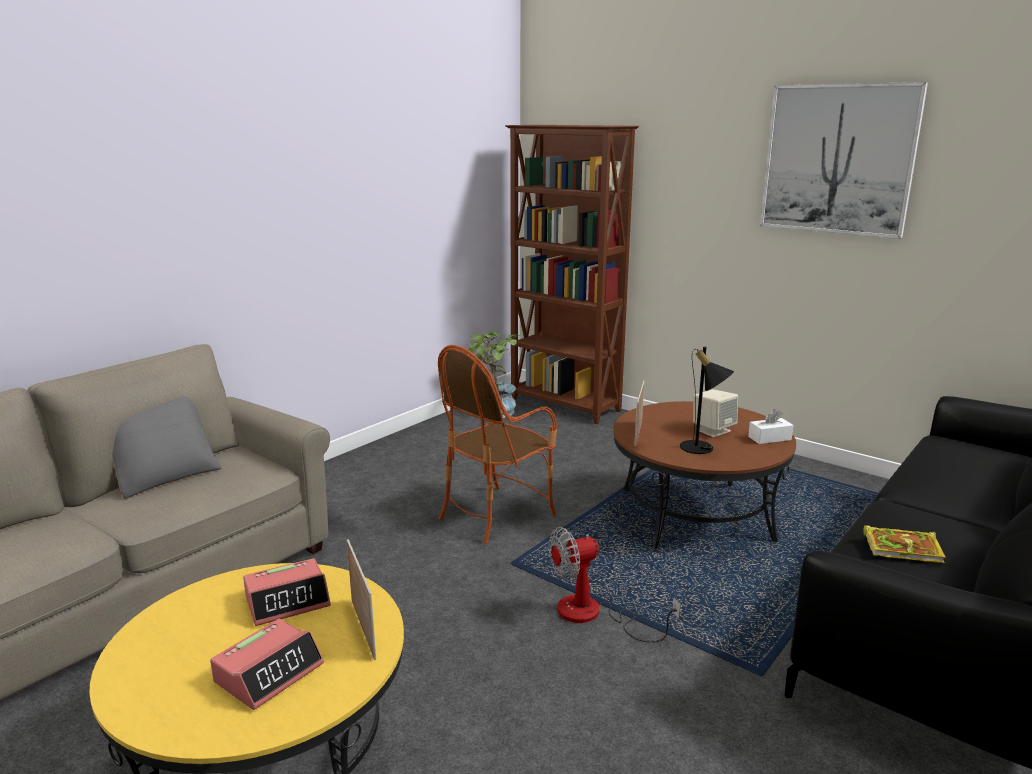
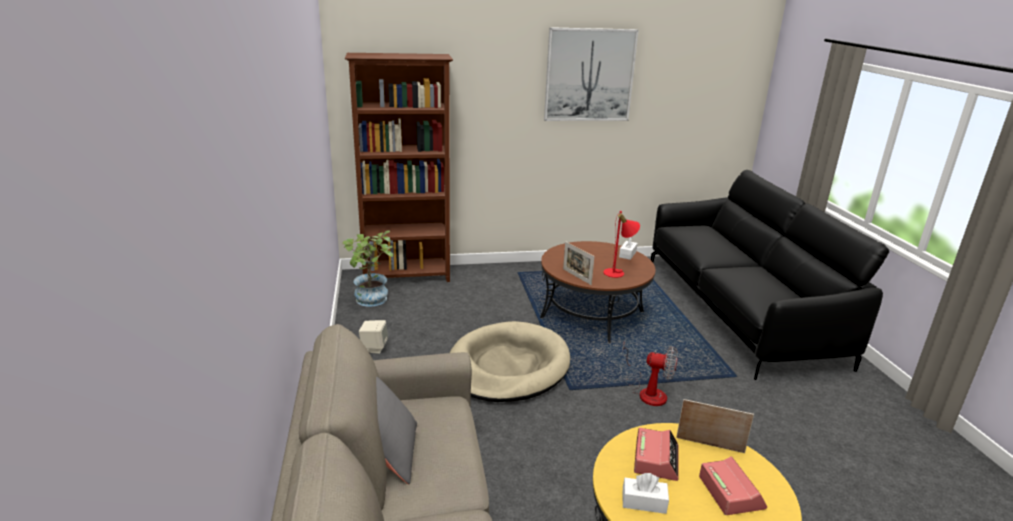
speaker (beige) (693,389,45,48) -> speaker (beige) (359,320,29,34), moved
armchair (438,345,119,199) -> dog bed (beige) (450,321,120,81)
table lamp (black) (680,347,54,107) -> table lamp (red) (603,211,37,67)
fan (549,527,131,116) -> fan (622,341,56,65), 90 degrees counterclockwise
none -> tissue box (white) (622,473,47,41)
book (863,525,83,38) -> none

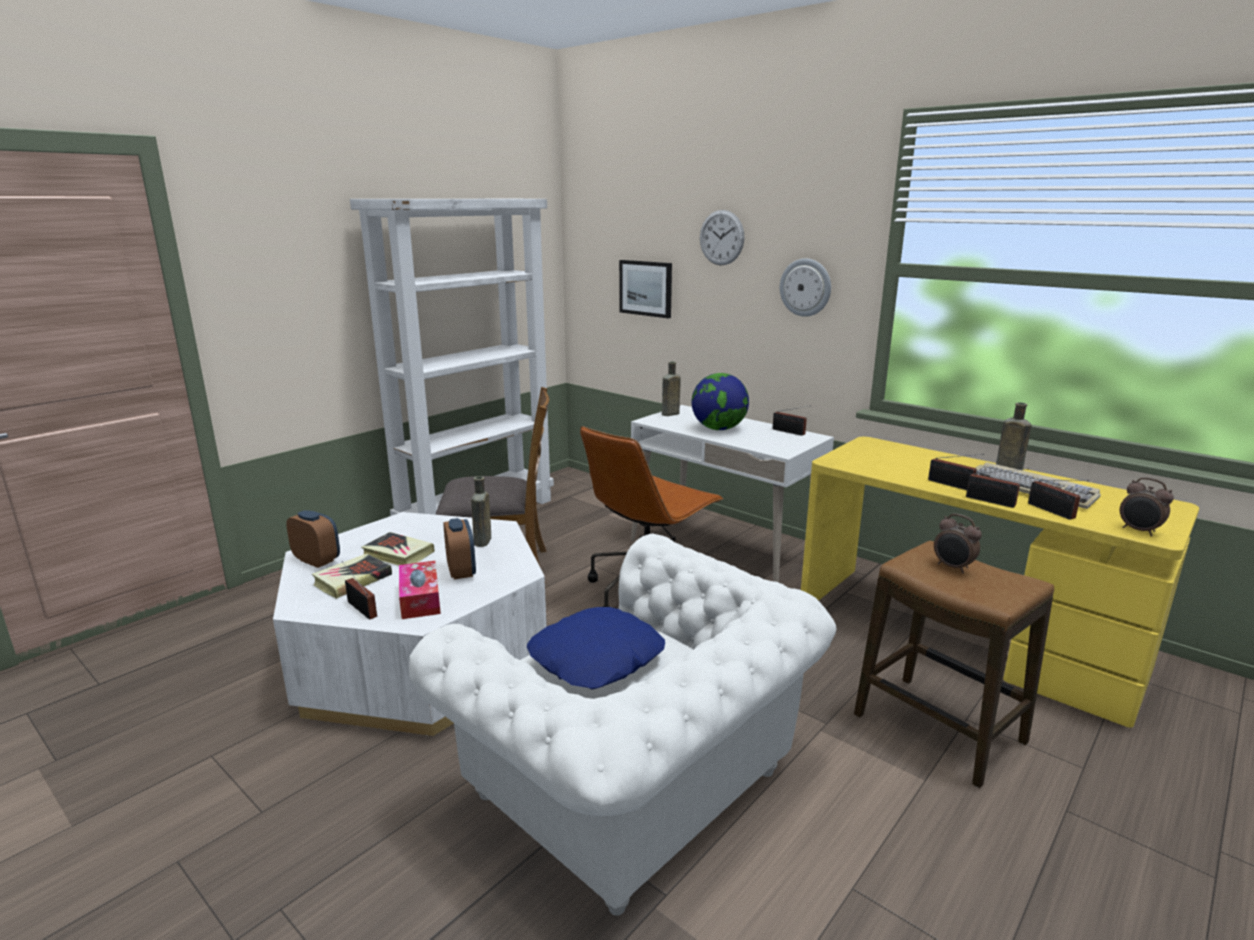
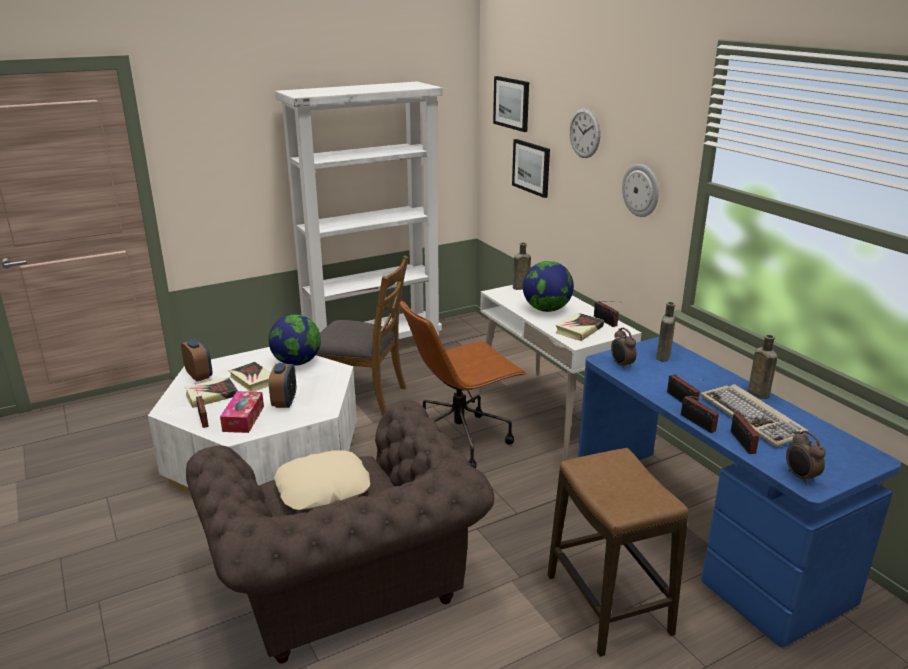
armchair (white) (409,534,427,382) -> armchair (brown) (186,400,308,264)
none -> globe (269,314,52,52)
pillow (blue) (527,607,138,83) -> pillow (beige) (274,450,96,60)
none -> picture (493,76,36,56)
none -> book (555,313,49,28)
desk (yellow) (801,437,398,291) -> desk (blue) (578,337,323,310)
alarm clock (934,514,48,59) -> alarm clock (611,328,26,41), moved
bottle (brown) (471,476,20,71) -> bottle (brown) (656,302,20,60), moved

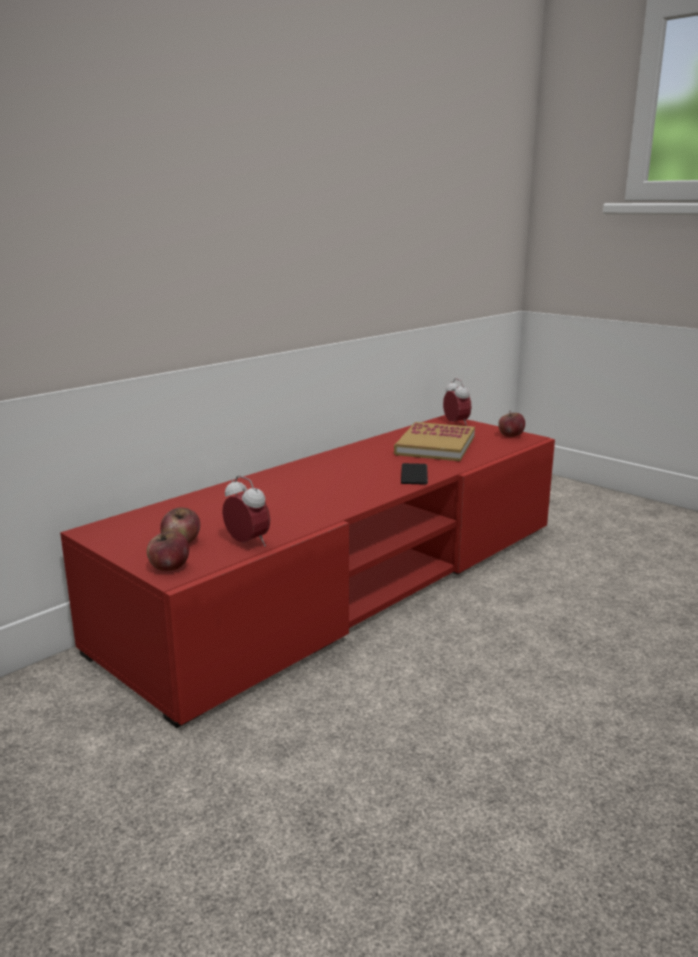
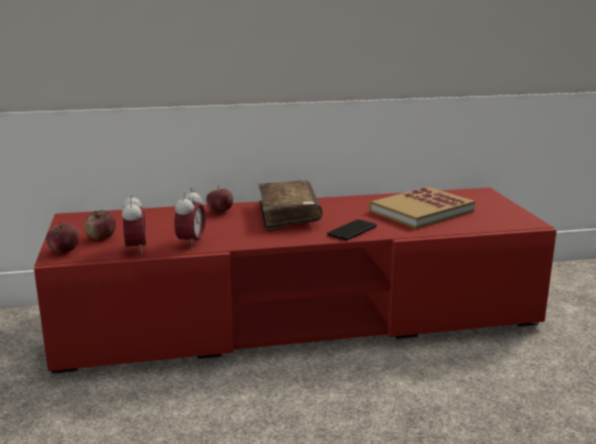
alarm clock (443,378,28,48) -> alarm clock (174,188,32,61), moved
apple (498,413,27,24) -> apple (206,186,27,27), moved
none -> book (brown) (258,180,64,50)

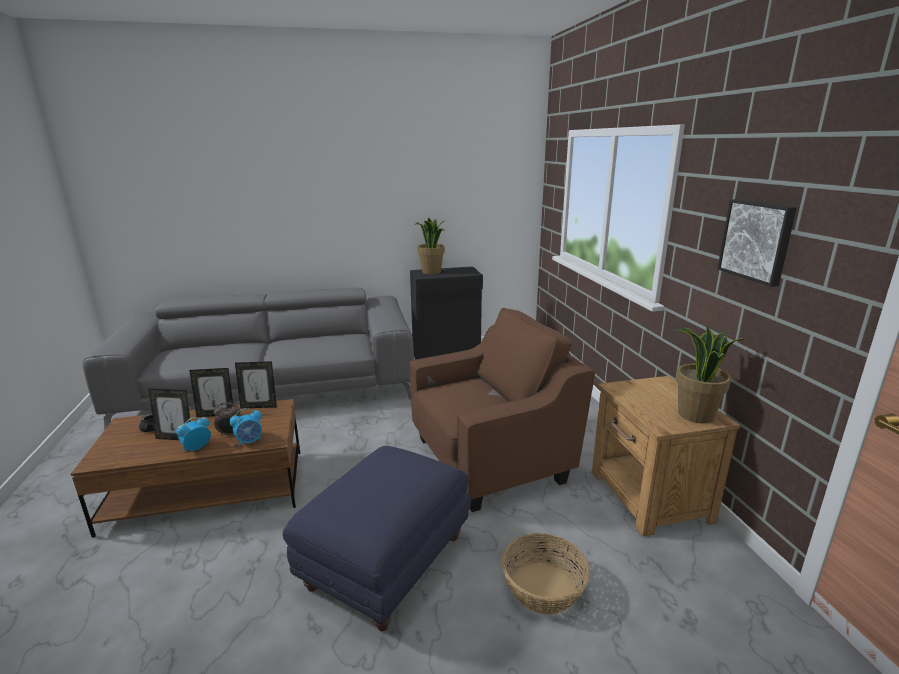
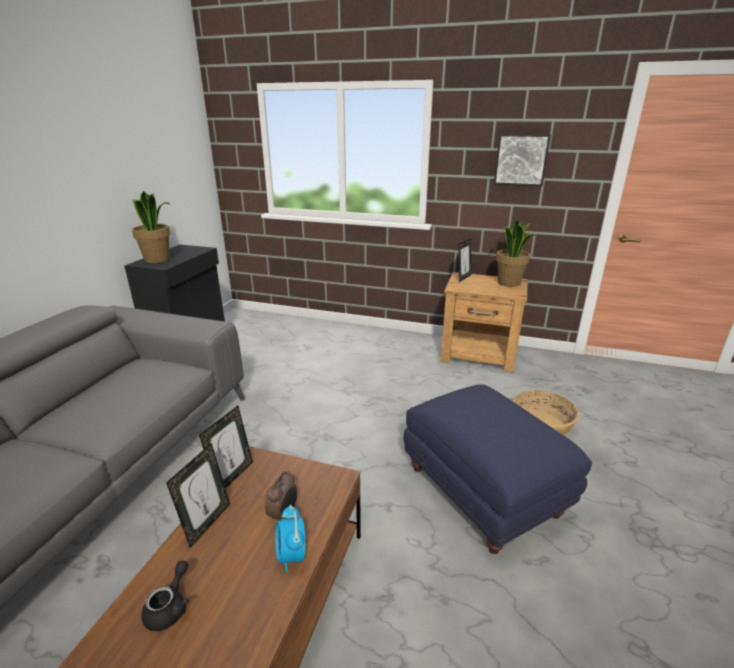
picture frame (148,388,42,52) -> picture frame (458,239,13,43), moved
alarm clock (230,408,32,40) -> none
armchair (brown) (409,308,186,204) -> none

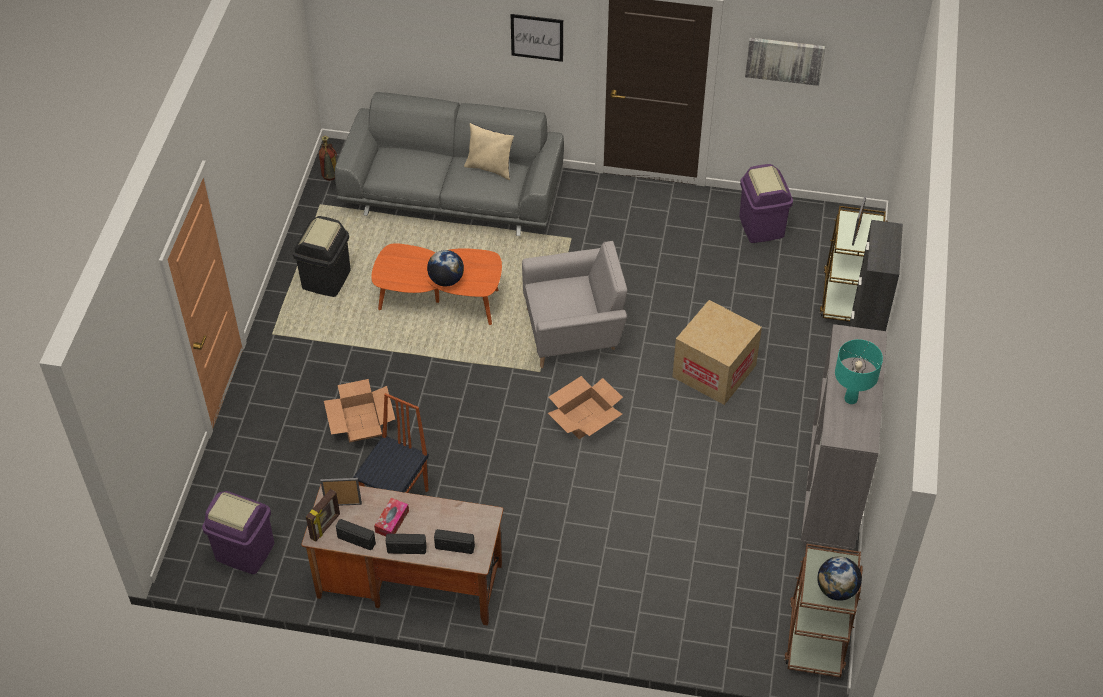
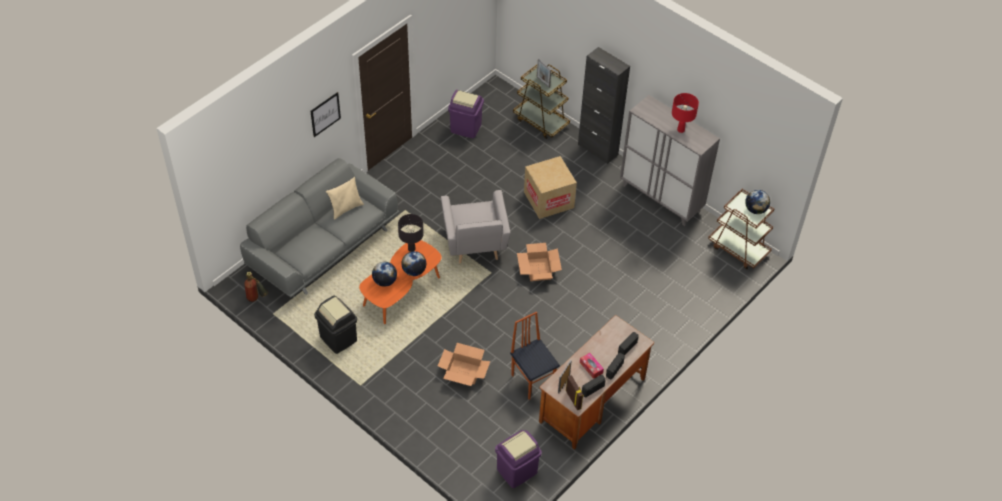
none -> globe (372,262,25,25)
none -> table lamp (black) (398,214,26,38)
armchair (grey) (522,241,105,127) -> armchair (grey) (441,190,70,73), 150 degrees clockwise
table lamp (turquoise) (835,339,48,65) -> table lamp (red) (672,93,27,40)
picture (745,38,80,48) -> none

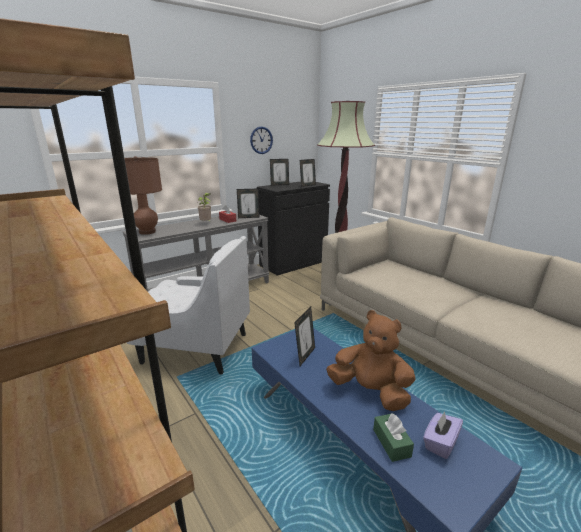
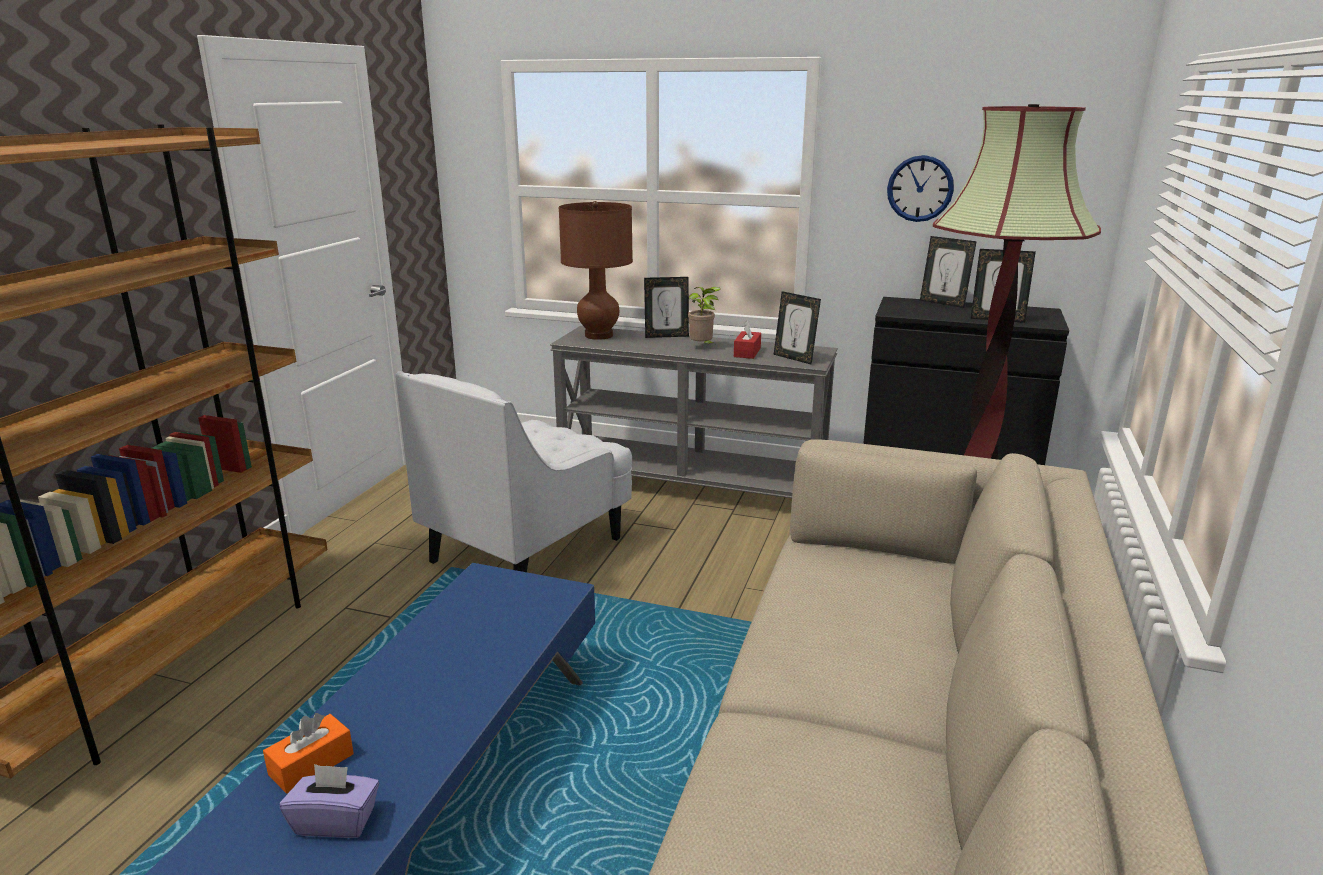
tissue box (green) (373,413,41,49) -> tissue box (orange) (263,713,91,81)
armchair (white) (126,236,124,139) -> armchair (white) (395,371,237,201), 60 degrees clockwise
picture frame (294,306,21,60) -> picture frame (644,277,45,61), moved
plush toy (brown) (326,310,90,101) -> none

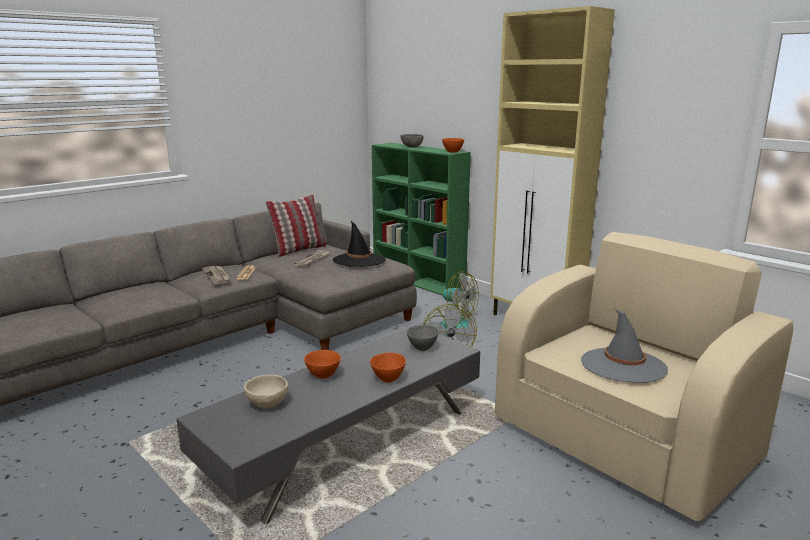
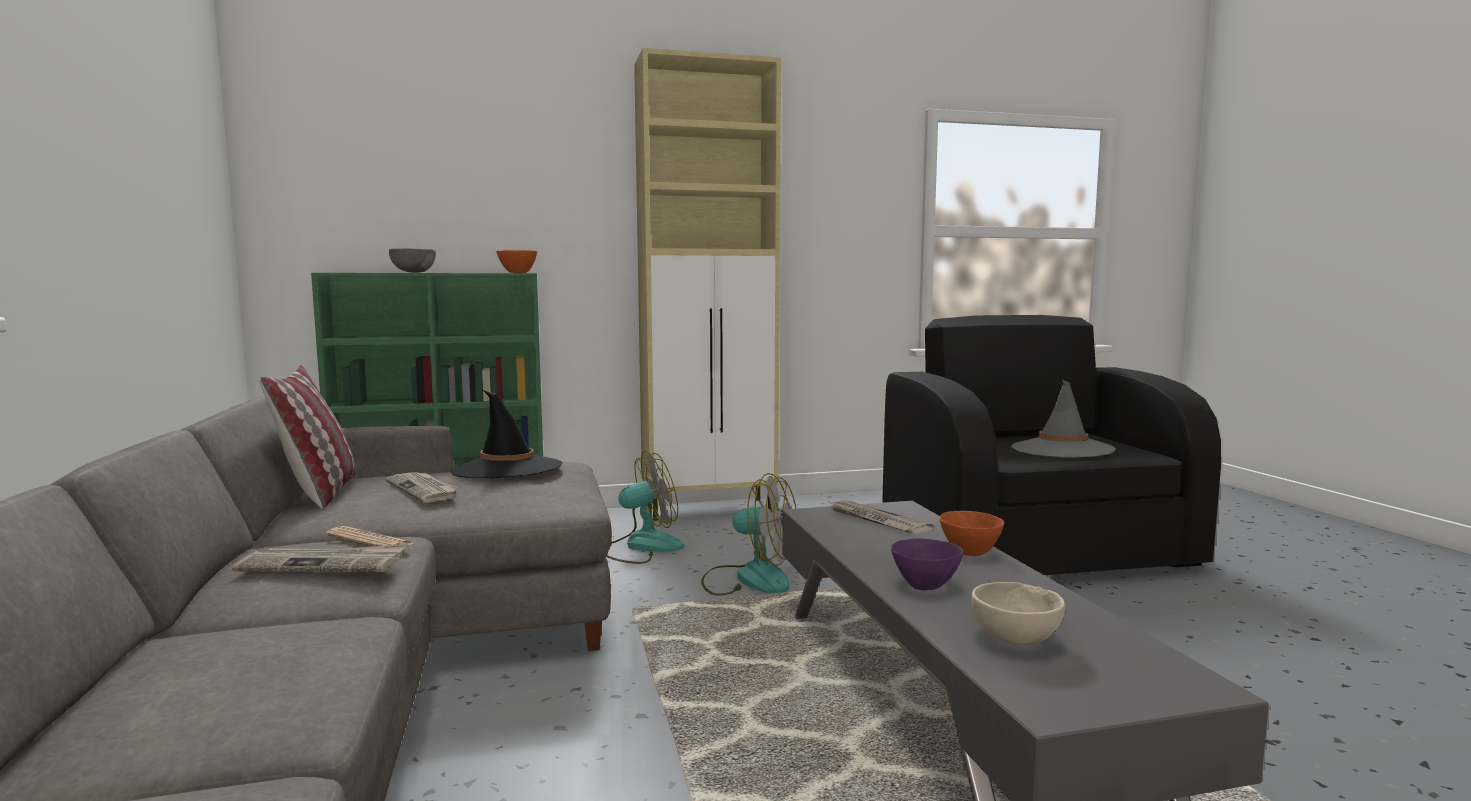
bowl (grey) (406,325,33,26) -> newspaper (830,500,103,34)
armchair (beige) (495,232,298,289) -> armchair (black) (882,315,339,260)
bowl (orange) (304,350,37,29) -> bowl (purple) (891,538,72,52)

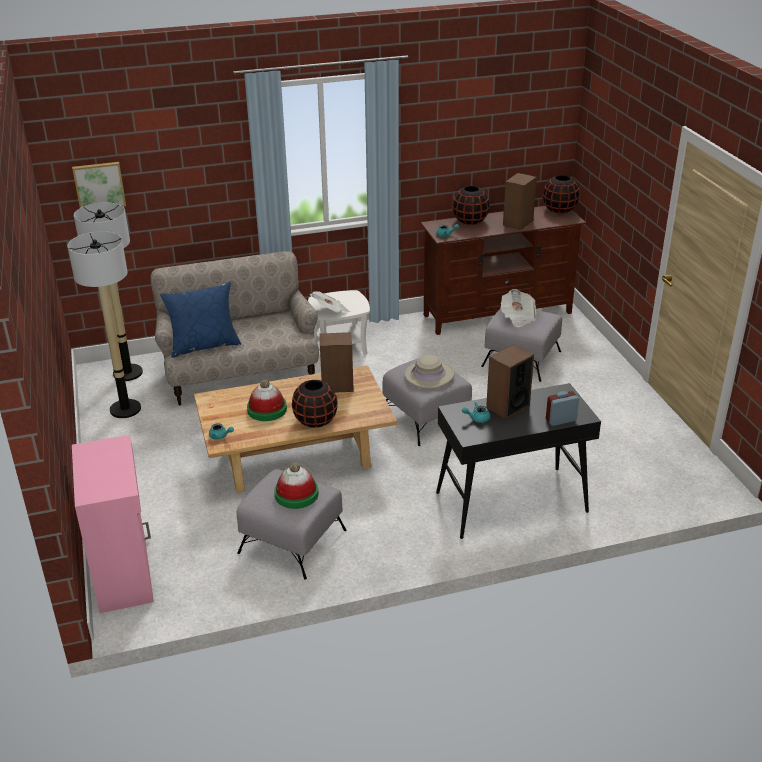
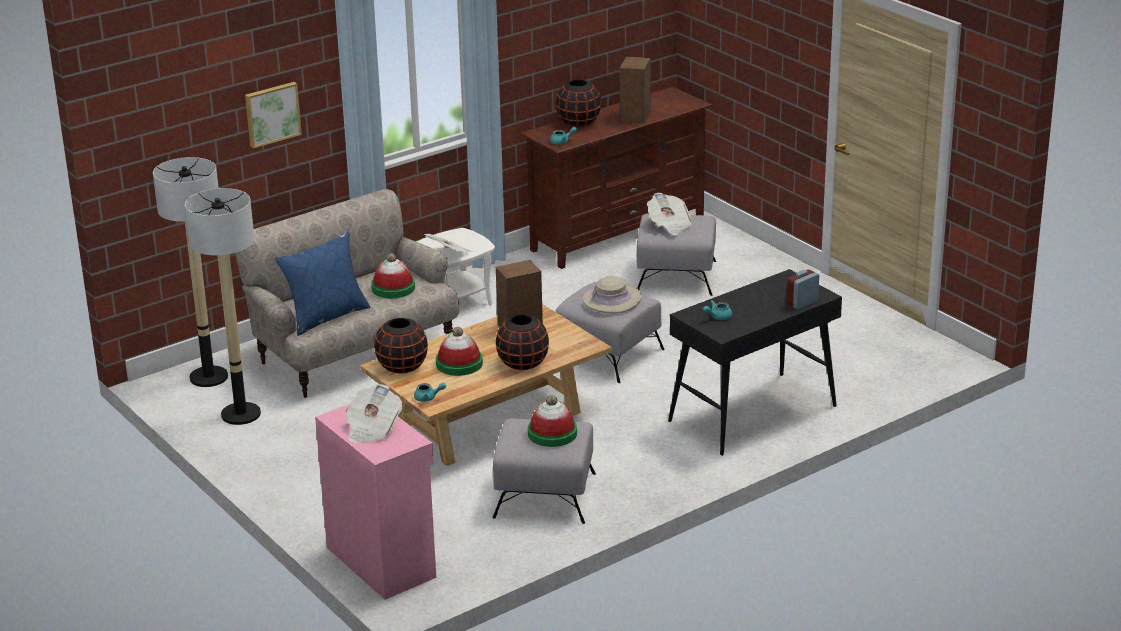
picture (72,162,54,46) -> picture (245,82,57,66), moved
none -> newspaper (345,384,58,59)
none -> hat (371,253,44,45)
vase (black) (543,175,37,38) -> vase (black) (374,318,54,55), moved
speaker (486,344,48,75) -> none

